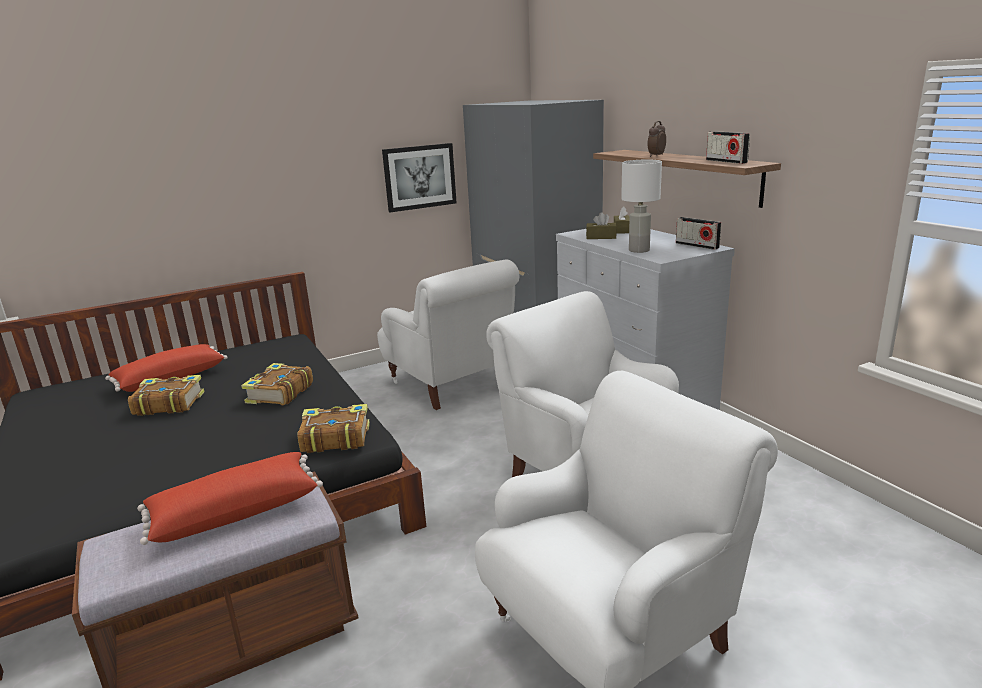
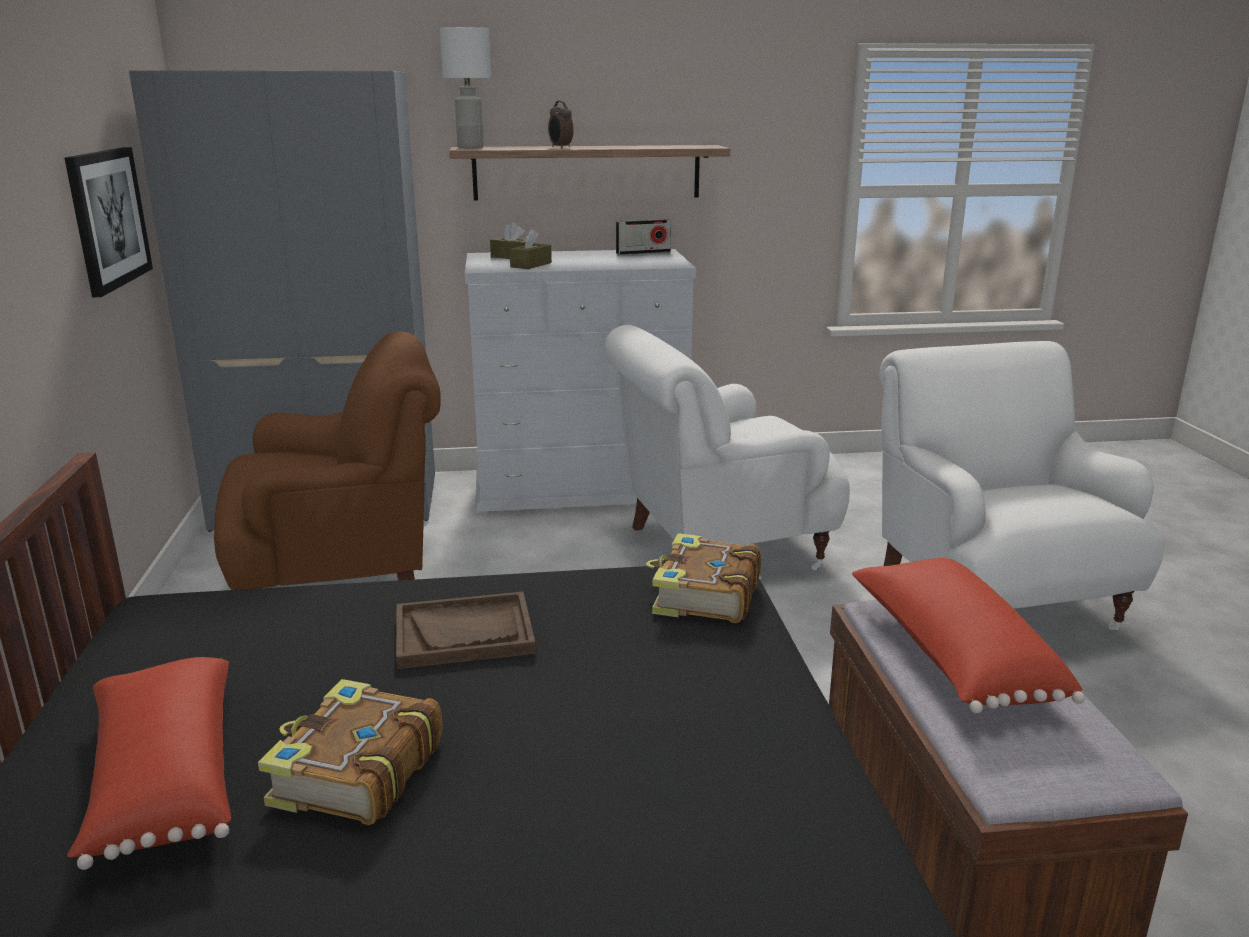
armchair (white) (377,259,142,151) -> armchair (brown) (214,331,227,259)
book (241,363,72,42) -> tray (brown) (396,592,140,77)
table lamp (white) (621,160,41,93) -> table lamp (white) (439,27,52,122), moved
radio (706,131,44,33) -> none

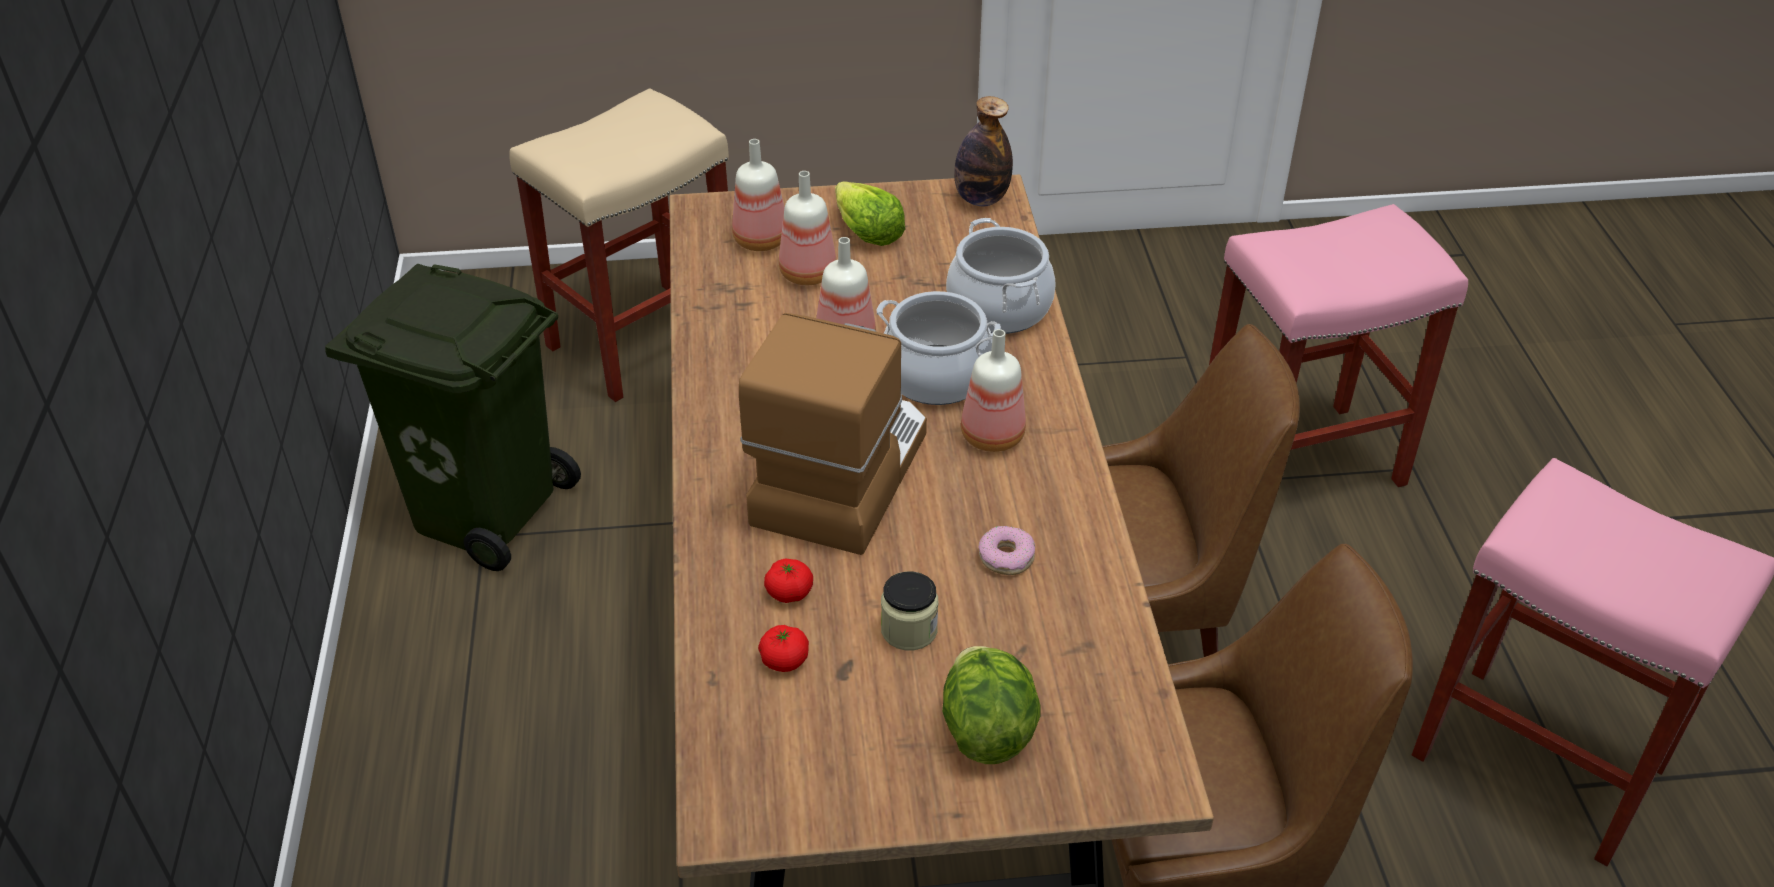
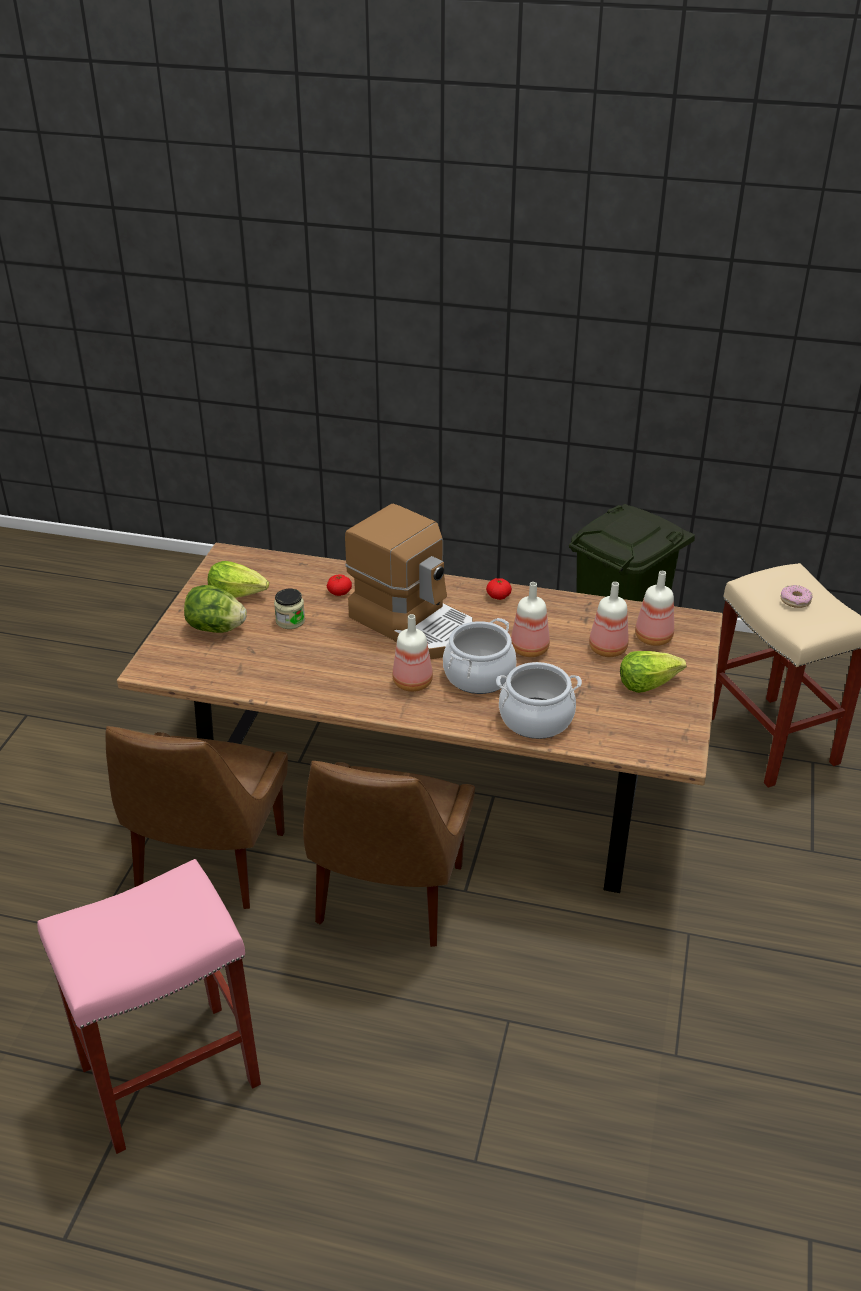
none -> lettuce (208,561,61,37)
tomato (758,625,51,47) -> tomato (486,578,26,22), moved
donut (979,526,56,49) -> donut (780,585,33,23), moved
bottle (954,96,59,110) -> none
stool (pink) (1209,204,259,283) -> none

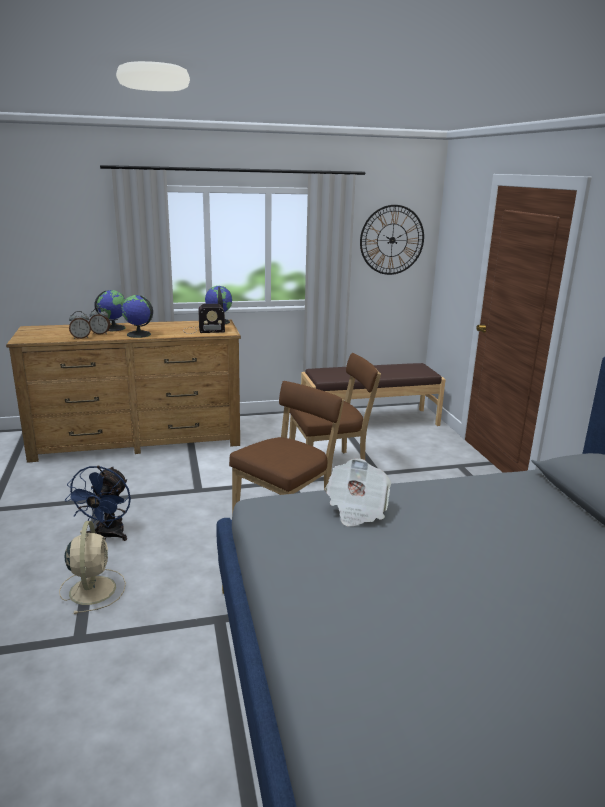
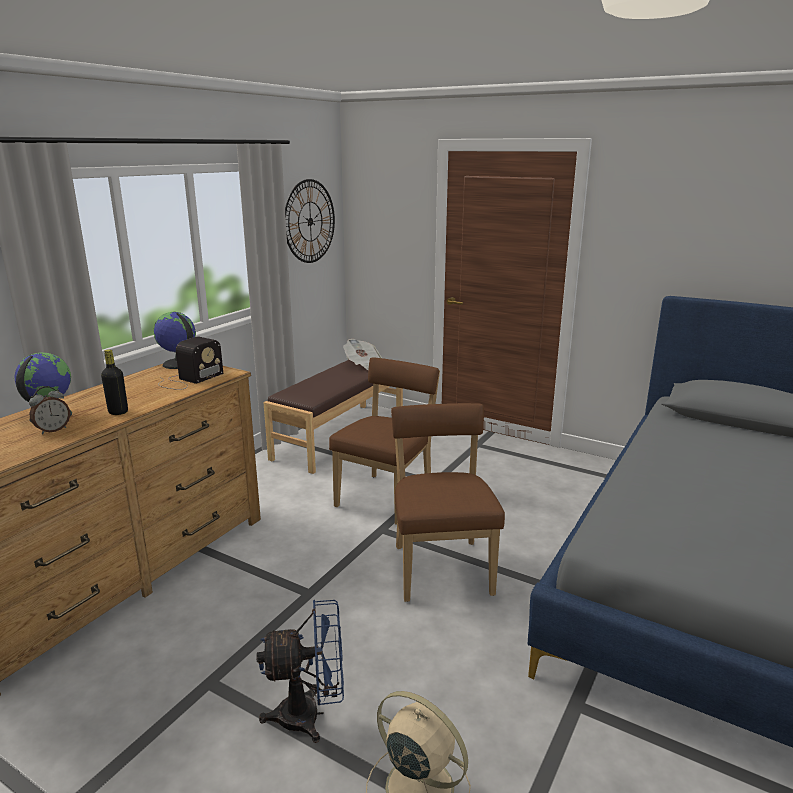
globe (121,295,32,43) -> bottle (black) (101,349,27,66)
fan (blue) (65,466,66,75) -> fan (blue) (256,600,88,143), 60 degrees counterclockwise
newspaper (325,458,66,68) -> newspaper (343,339,39,31), moved
alarm clock (69,311,22,28) -> none

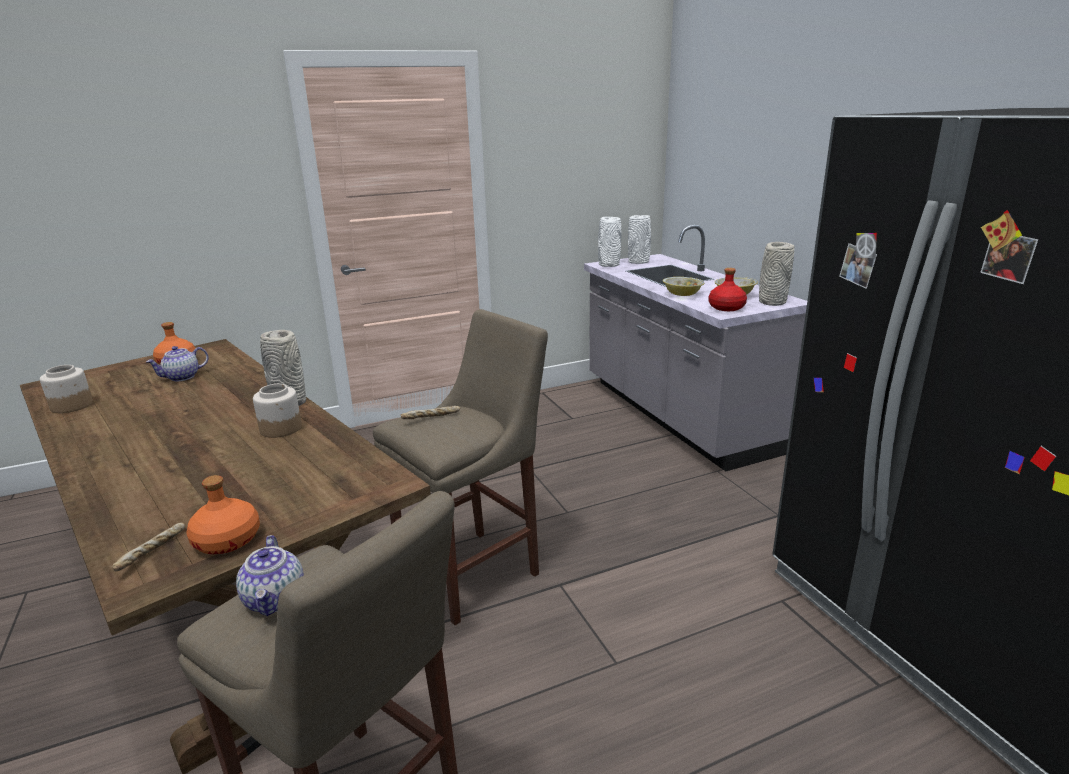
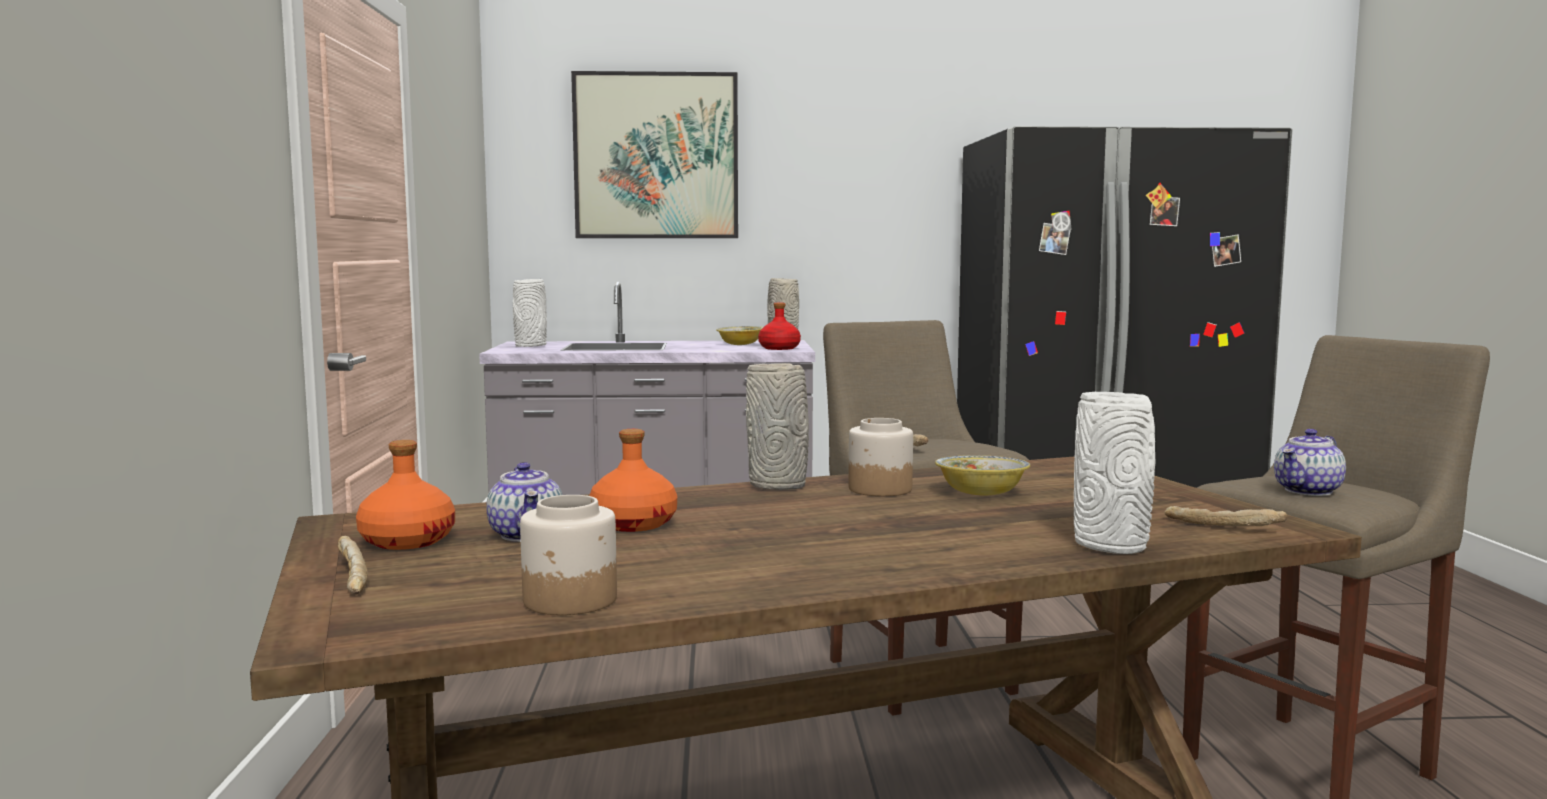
none -> bread (338,536,30,59)
none -> picture (571,71,167,167)
bottle (orange) (187,475,73,79) -> bottle (orange) (589,429,88,103), moved
bowl (663,277,41,19) -> bowl (935,455,95,41), moved
vase (white) (598,217,24,50) -> vase (white) (1074,392,82,162), moved
teapot (236,535,68,81) -> teapot (1274,429,72,67), 135 degrees clockwise

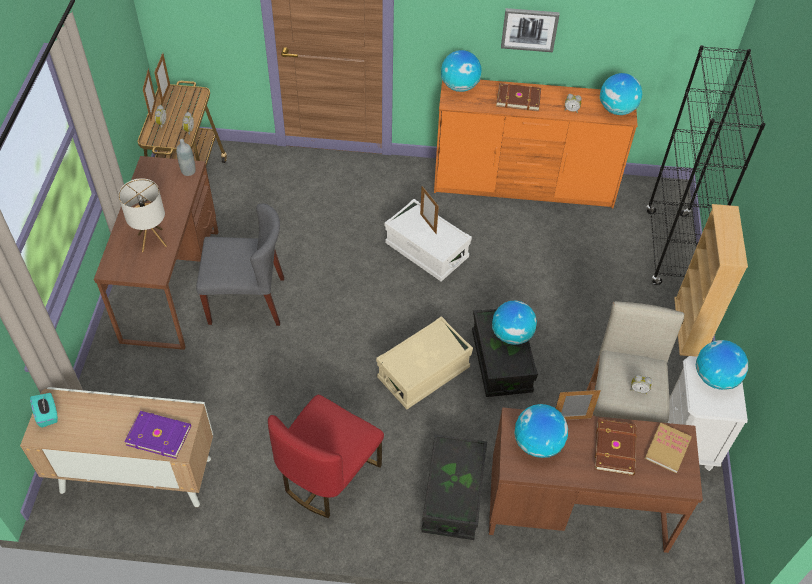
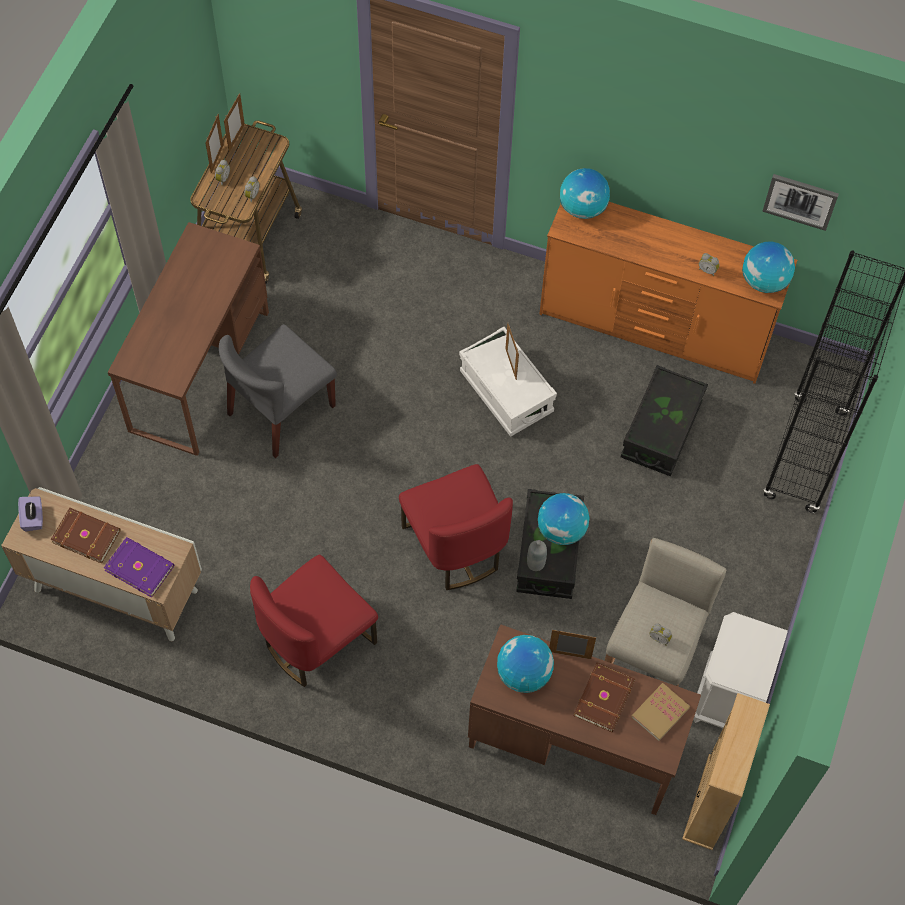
tissue box (turquoise) (30,393,28,35) -> tissue box (purple) (18,496,25,35)
book (brown) (496,83,45,28) -> book (brown) (50,508,71,56), moved
chair (grey) (196,204,88,122) -> chair (grey) (219,324,118,134), 120 degrees clockwise
storage box (beige) (376,316,97,93) -> chair (red) (399,464,114,126)
bottle (grey) (176,139,20,37) -> bottle (grey) (527,540,20,31), moved
storage box (black) (421,434,66,106) -> storage box (black) (621,365,87,111), moved
bookcase (beige) (674,204,74,153) -> bookcase (beige) (682,693,88,157), moved
picture (501,8,59,44) -> picture (762,174,77,57), moved
table lamp (118,178,49,74) -> none
globe (696,340,52,50) -> none

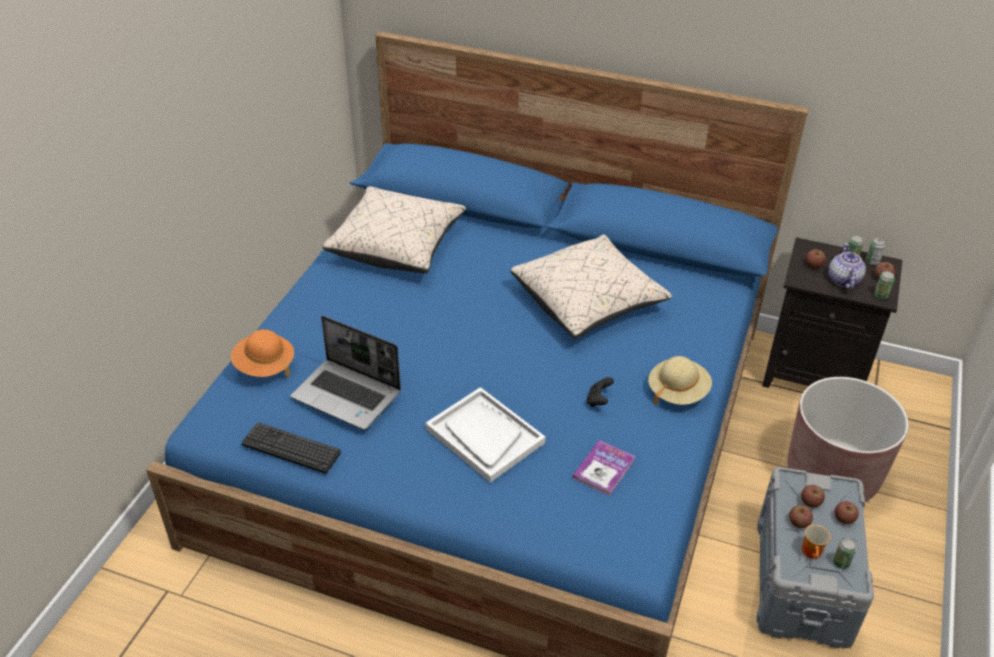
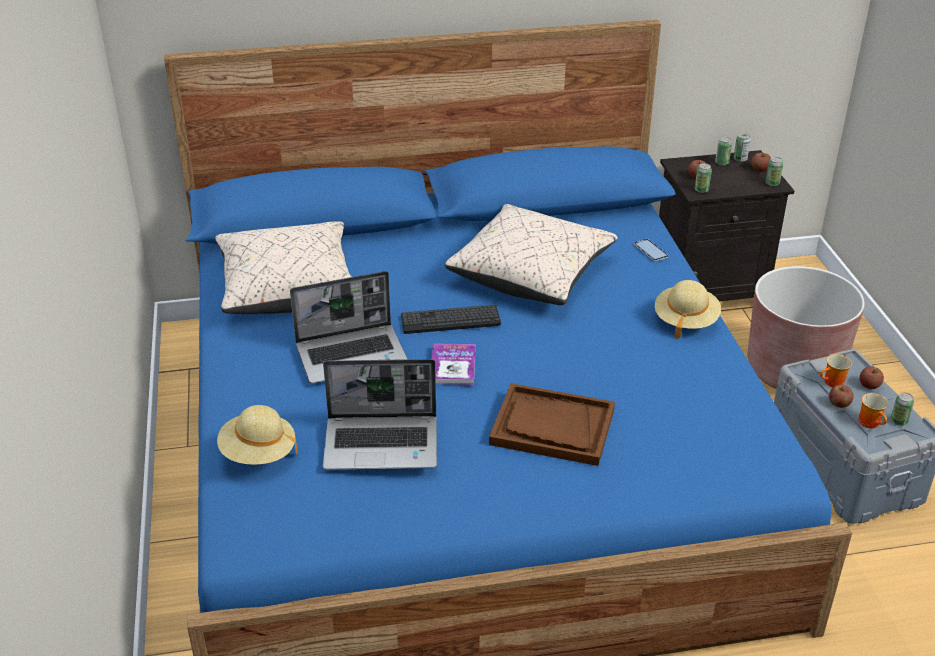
hat (orange) (231,329,63,49) -> hat (beige) (217,405,80,60)
none -> laptop (290,271,117,113)
keyboard (242,423,99,51) -> keyboard (401,305,100,29), moved
book (573,440,62,56) -> book (432,343,43,42), moved
tray (white) (425,387,121,96) -> tray (brown) (489,383,126,83)
none -> phone (634,239,35,23)
none -> can (695,163,17,30)
apple (801,485,24,22) -> mug (820,354,32,33)
game controller (black) (586,377,28,30) -> none
teapot (828,243,38,47) -> none

